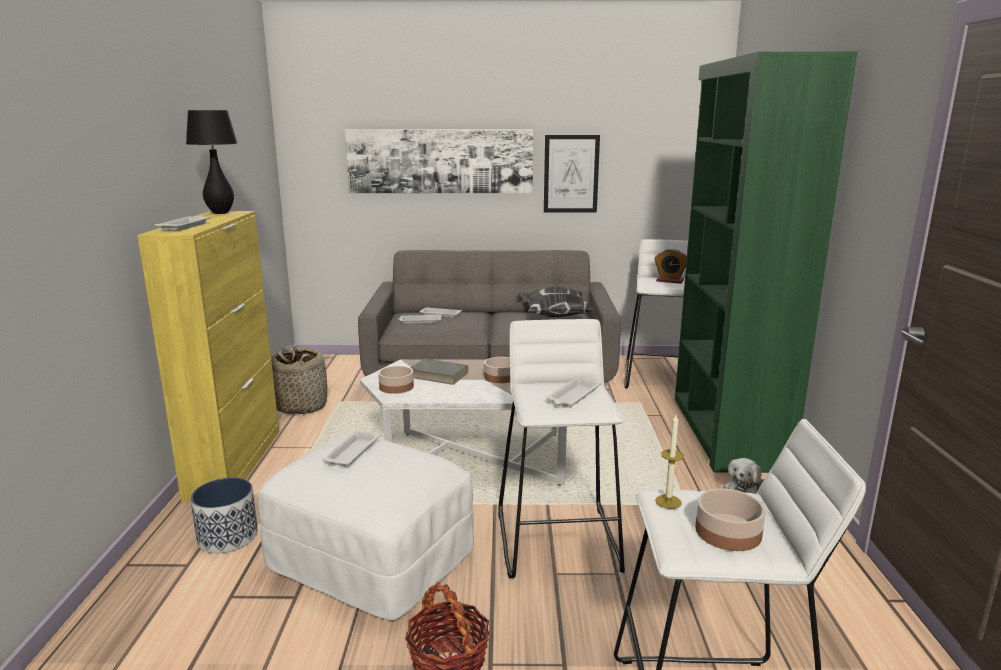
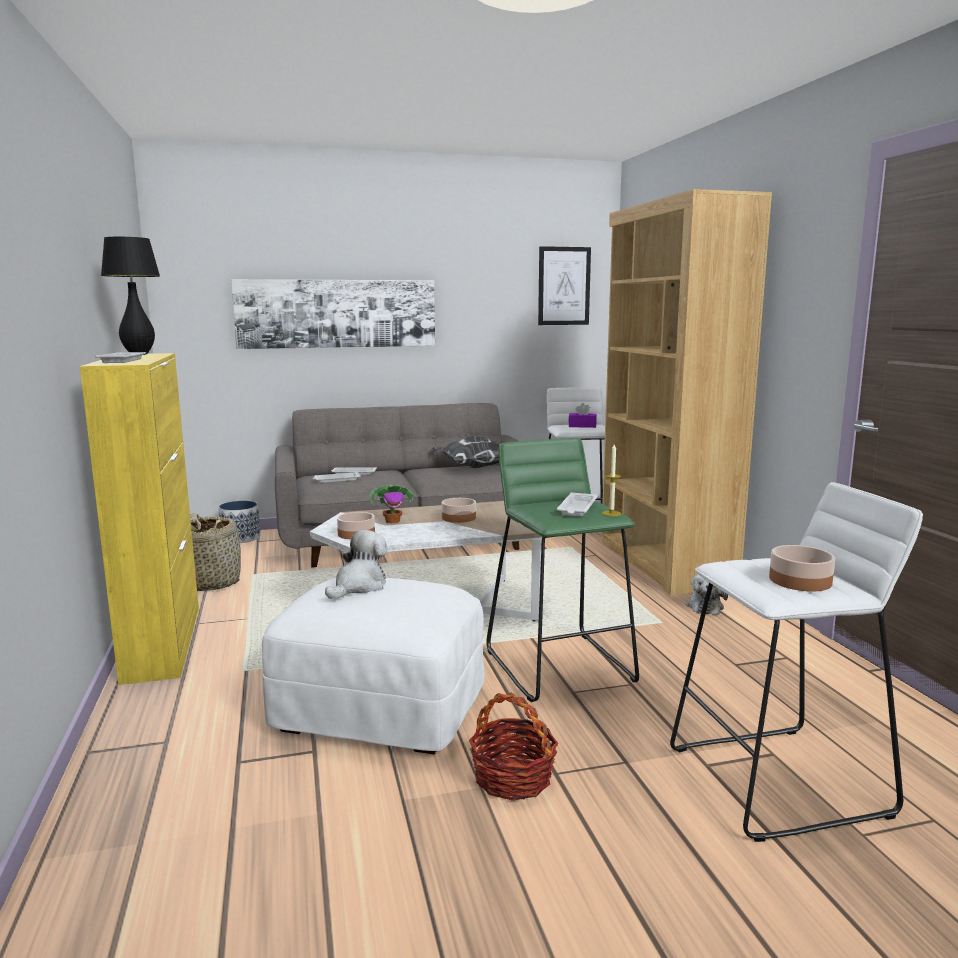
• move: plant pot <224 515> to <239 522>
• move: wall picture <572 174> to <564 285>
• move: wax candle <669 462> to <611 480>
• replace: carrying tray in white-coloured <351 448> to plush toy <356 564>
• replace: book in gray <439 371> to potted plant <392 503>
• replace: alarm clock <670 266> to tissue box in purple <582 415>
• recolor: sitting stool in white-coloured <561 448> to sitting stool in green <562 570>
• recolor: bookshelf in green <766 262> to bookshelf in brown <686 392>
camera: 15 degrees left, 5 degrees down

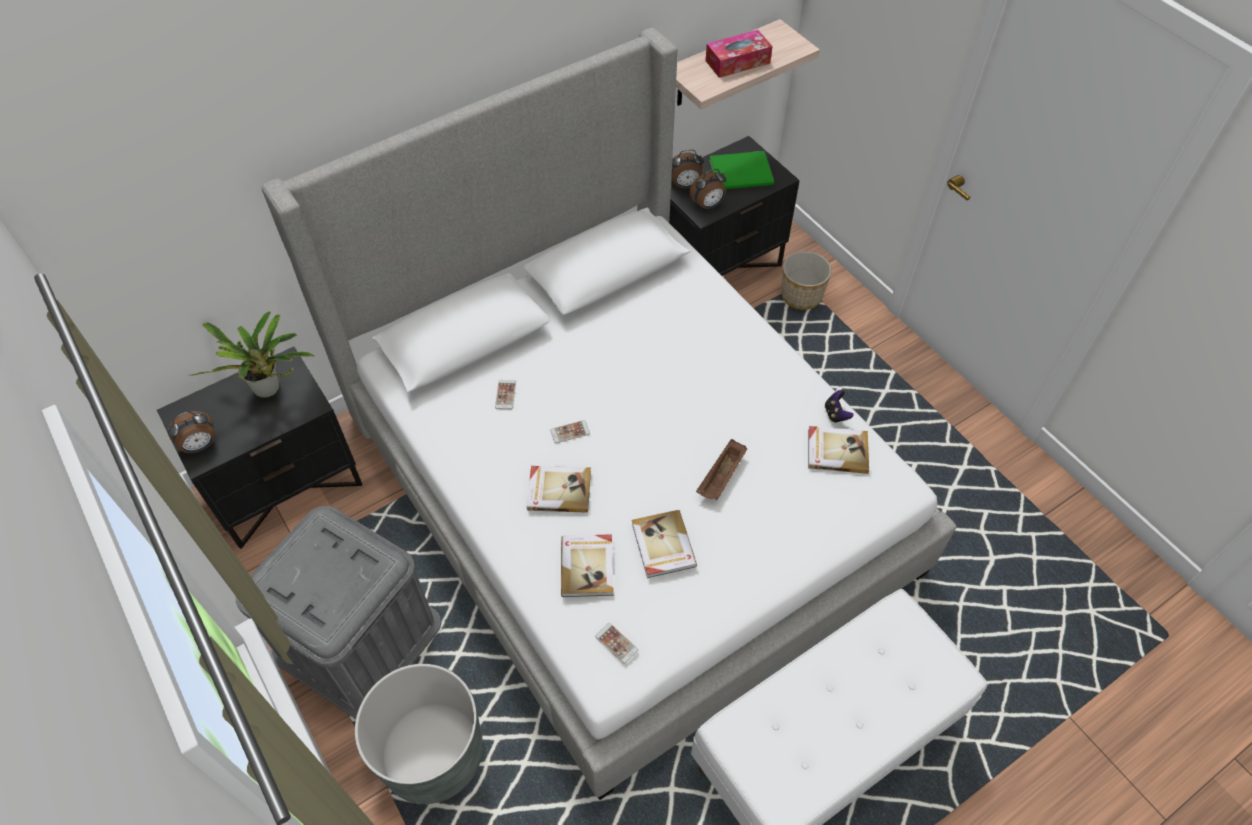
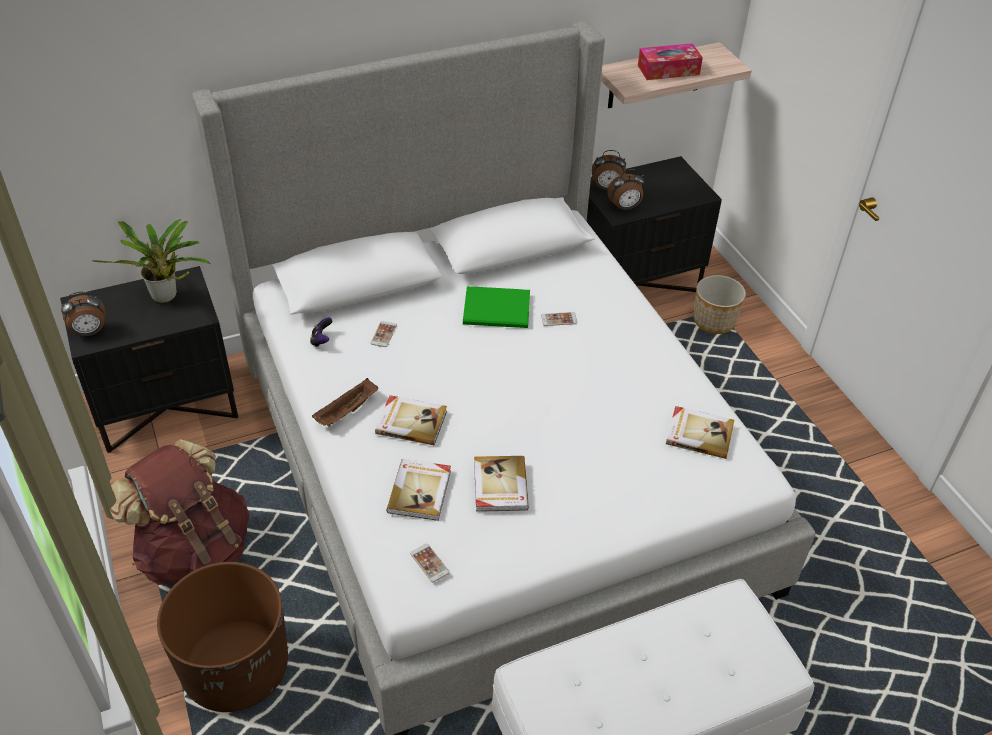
• move: telephone <570 431> to <559 319>
• move: carrying tray in brown <721 469> to <345 402>
• move: book in green <741 170> to <496 307>
• move: game controller <839 406> to <321 332>
• replace: storage container in gray <338 612> to rucksack in brown <179 512>
• recolor: plant pot in gray <419 734> to plant pot in brown <222 637>
camera: 10 degrees right, 10 degrees down

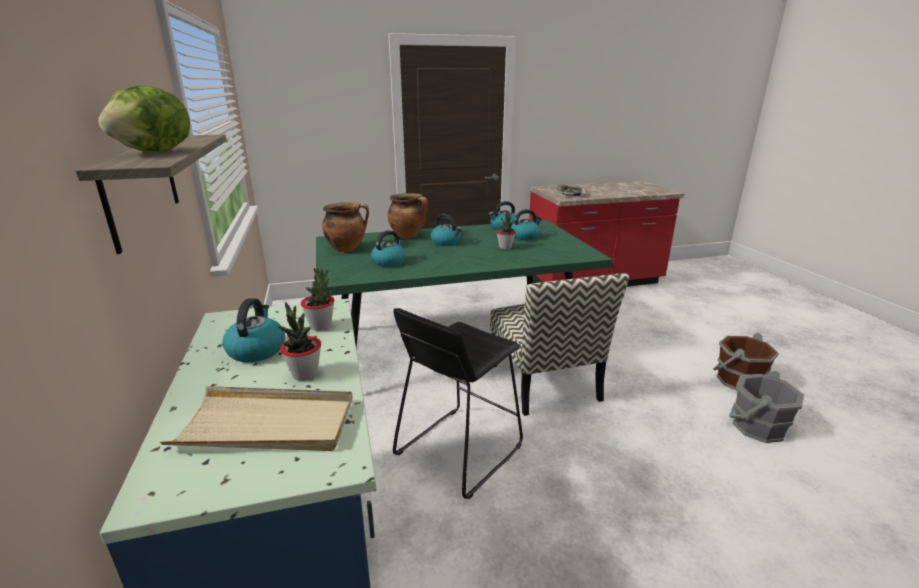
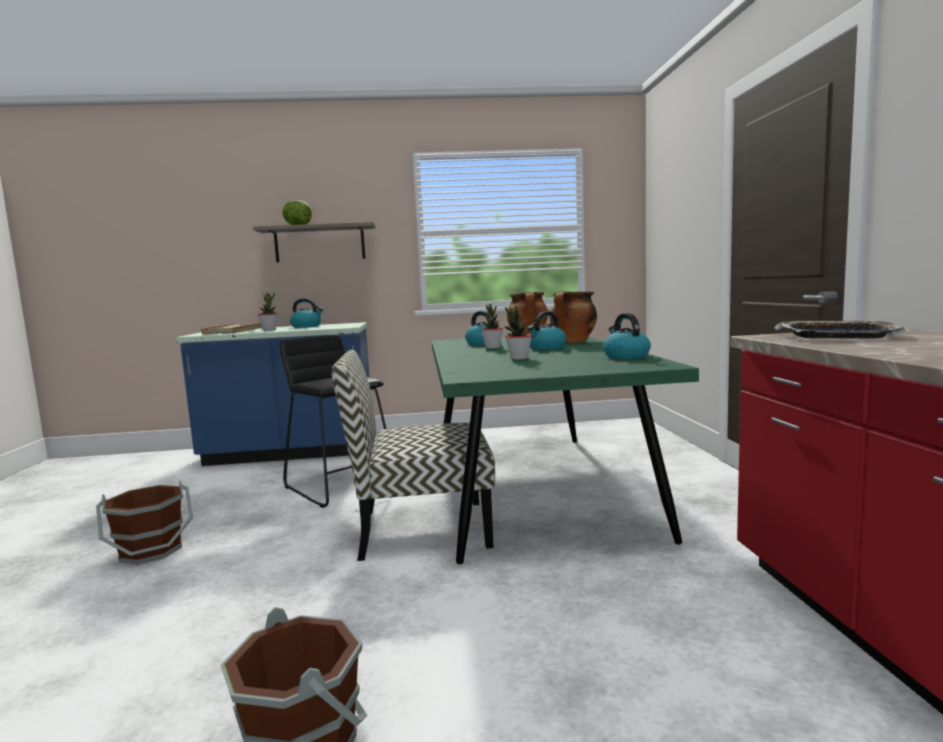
• delete: tea kettle <526 224>
• delete: pail in gray <767 406>
• insert: pail in brown <144 522>
• move: potted plant <318 299> to <492 326>
camera: 100 degrees right, 15 degrees down

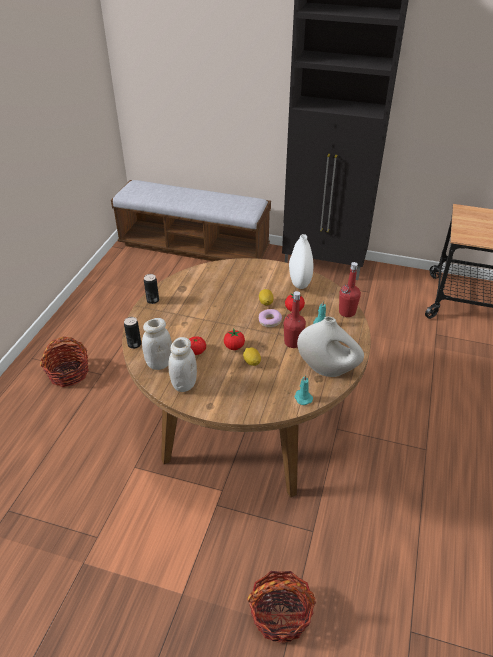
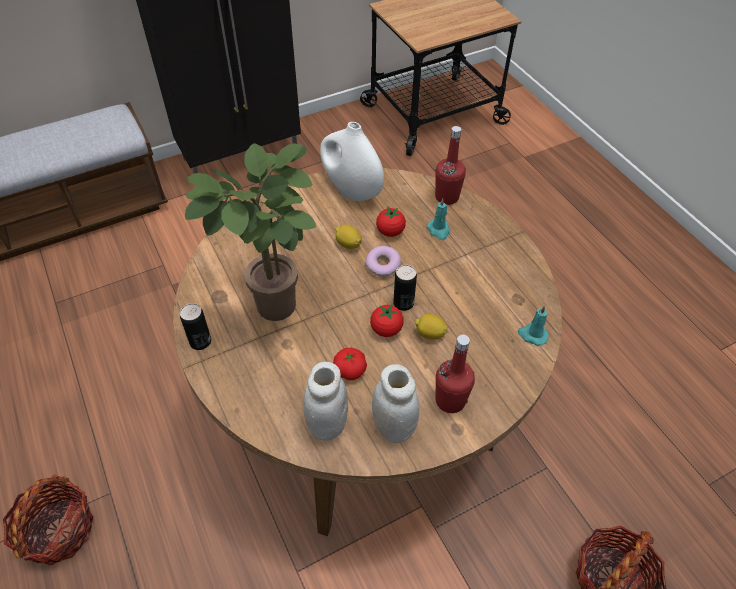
• delete: decorative vase in white-coloured <330 347>
• insert: potted plant <250 232>
• move: sealed can <132 333> to <405 288>
• move: drink bottle in reddish <294 319> to <455 374>
camera: 45 degrees left, 10 degrees up

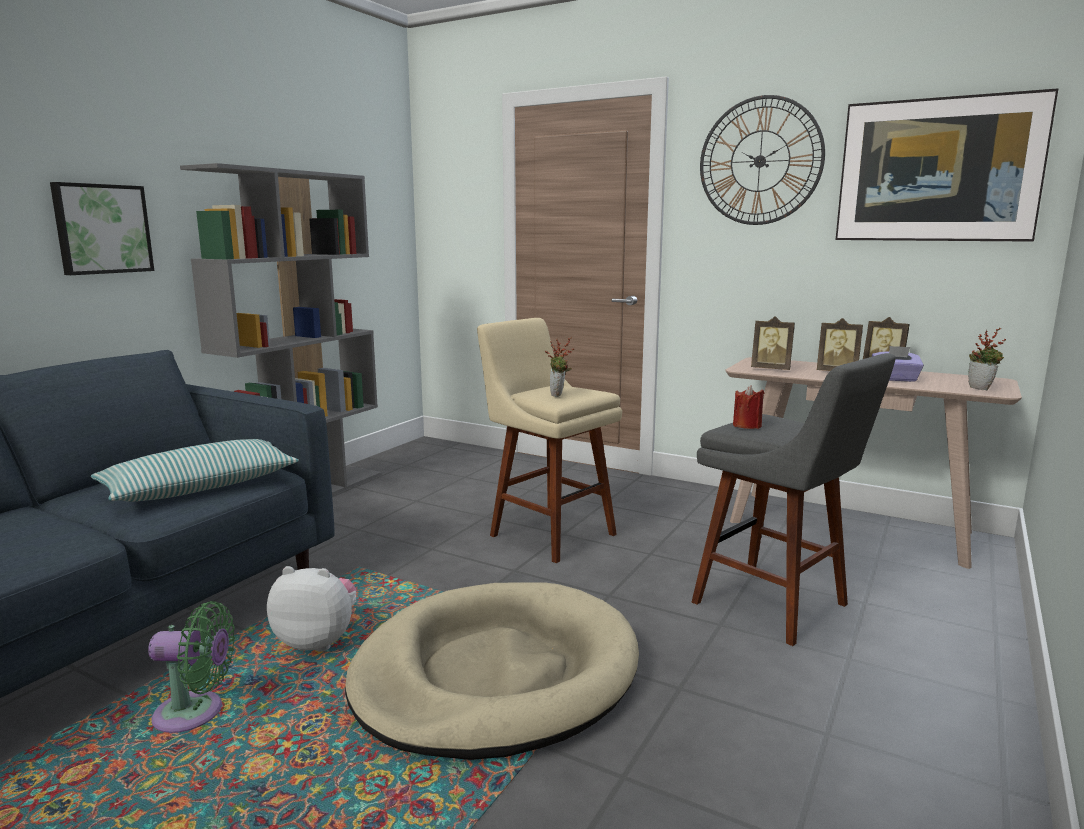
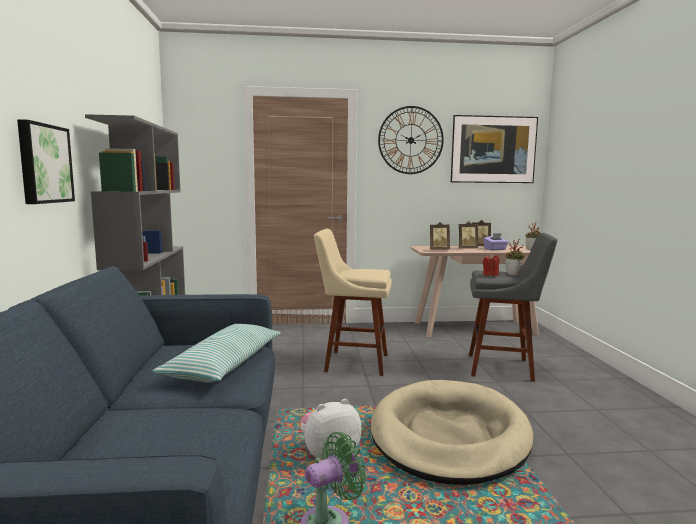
• move: potted plant <559 367> to <515 257>
camera: 35 degrees left, 5 degrees down

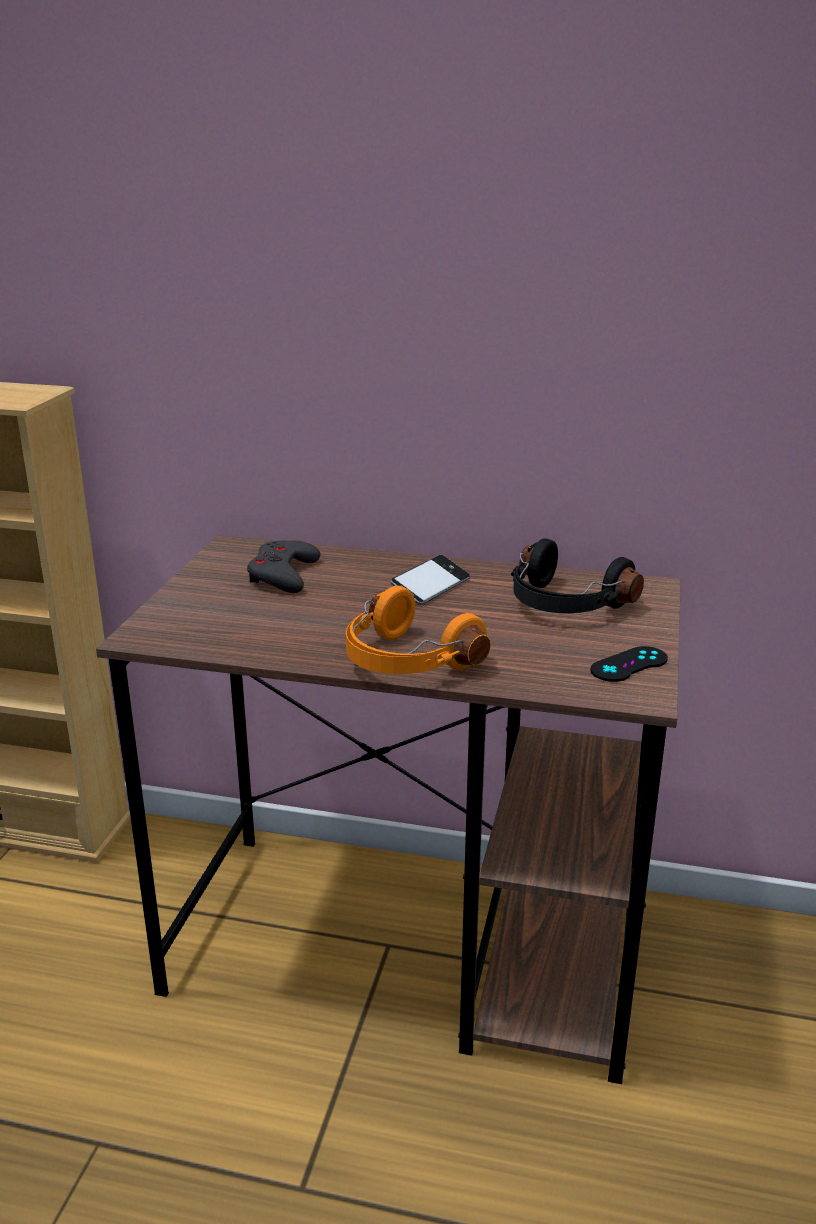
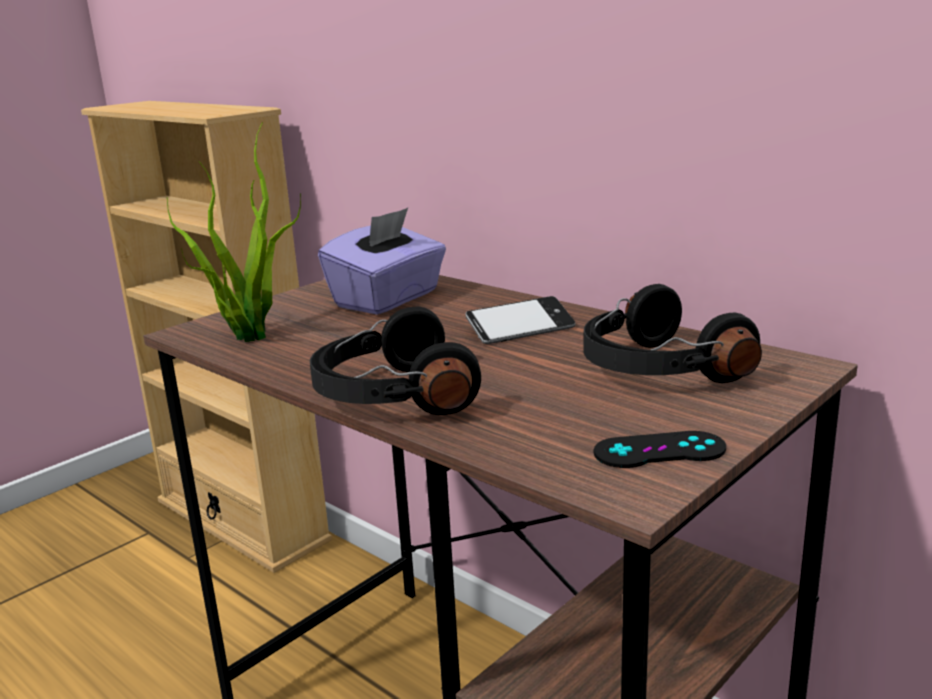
• insert: potted plant <234 232>
• replace: game controller in gray <284 566> to tissue box in purple <382 261>
• recolor: headset in orangey <418 630> to headset in black <395 361>
camera: 30 degrees right, 5 degrees down

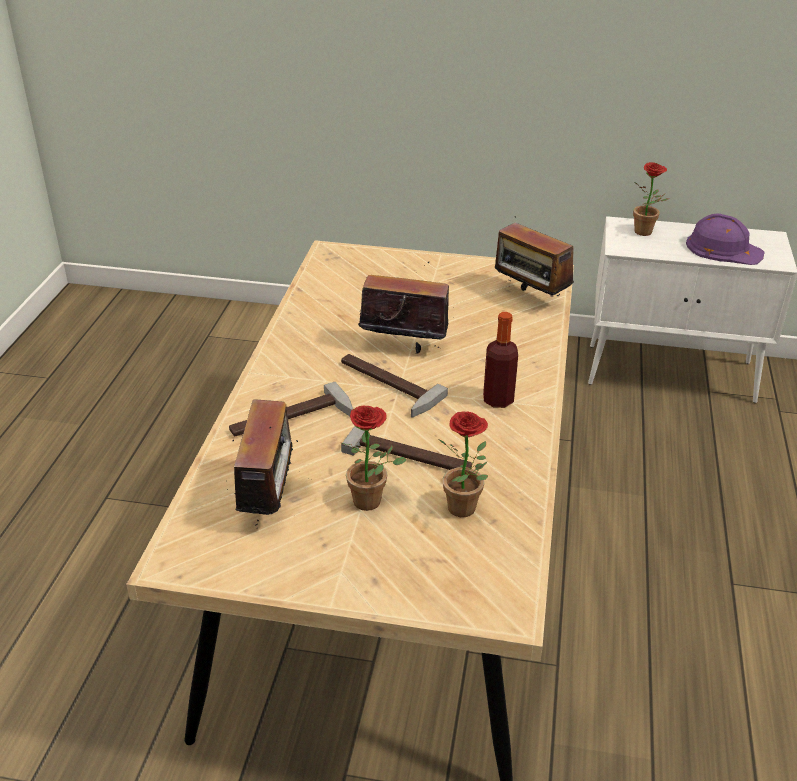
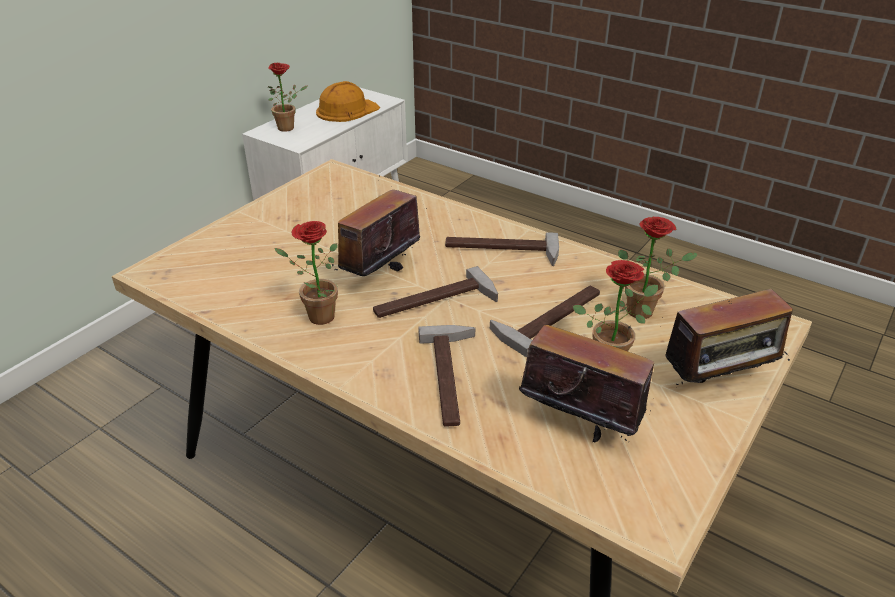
• insert: potted plant <306 273>
• move: radio receiver <534 261> to <729 338>
• replace: drink bottle <500 360> to hand hammer <502 249>
• recolor: work helmet in purple <725 239> to work helmet in orangey <348 101>
camera: 65 degrees left, 0 degrees up

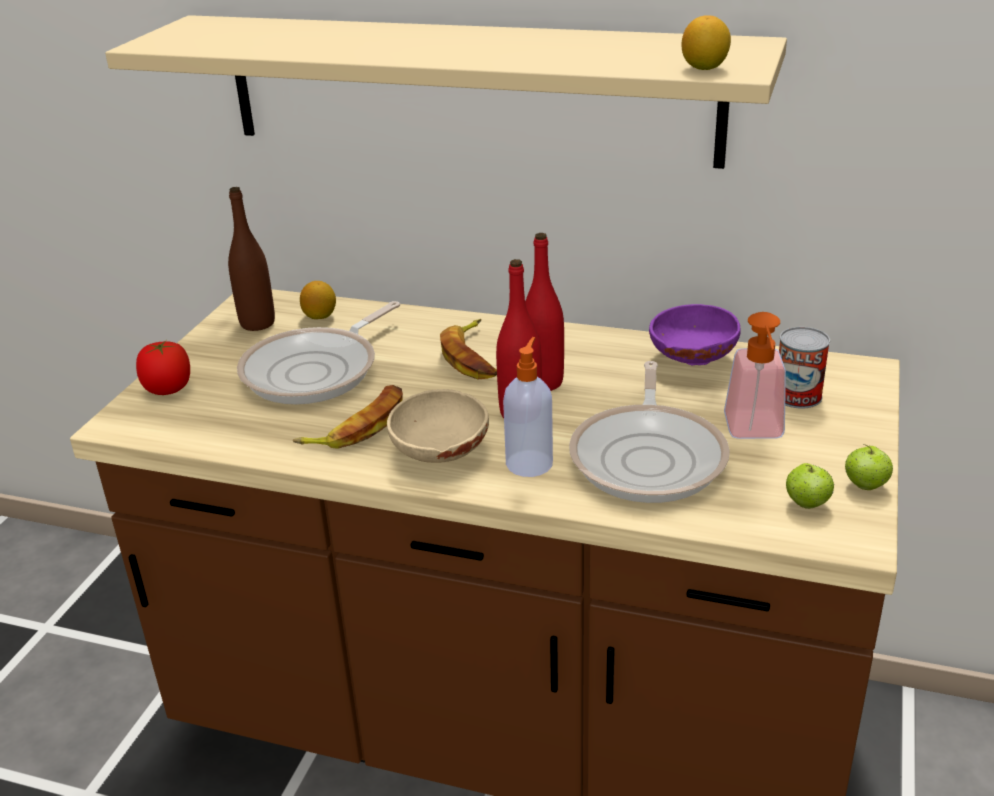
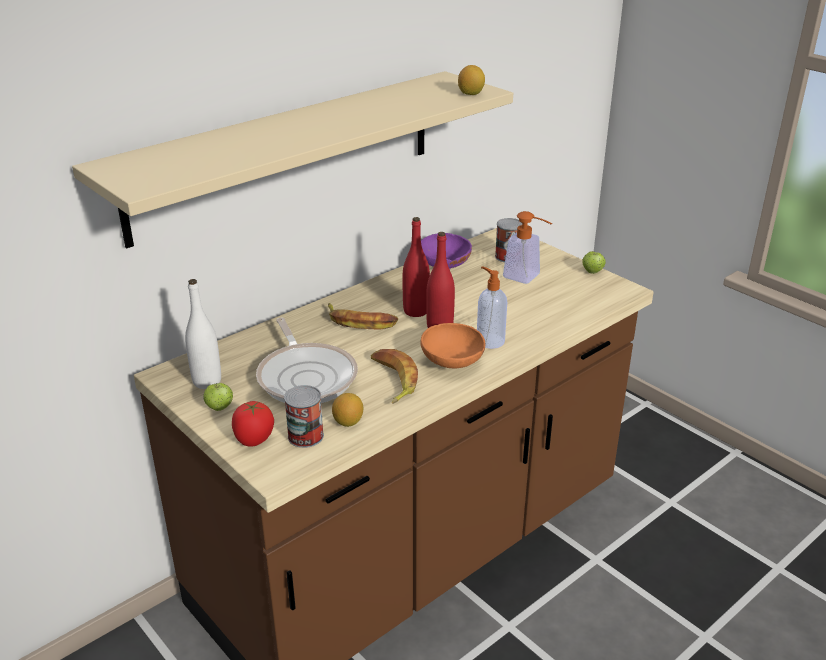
• delete: pan <649 432>
• insert: sealed can <304 416>
• move: lemon <318 300> to <347 410>
• move: apple fruit <810 486> to <218 397>
• recolor: drink bottle in brown <251 259> to drink bottle in white-coloured <203 334>
• recolor: serving bowl in beige-coloured <438 426> to serving bowl in orangey <452 345>
camera: 60 degrees left, 0 degrees up

